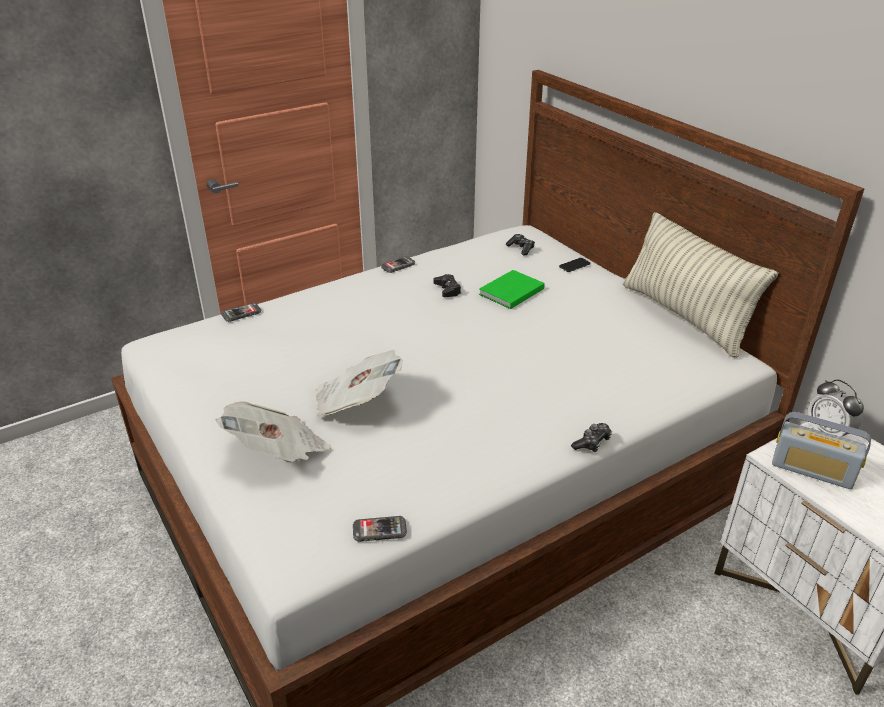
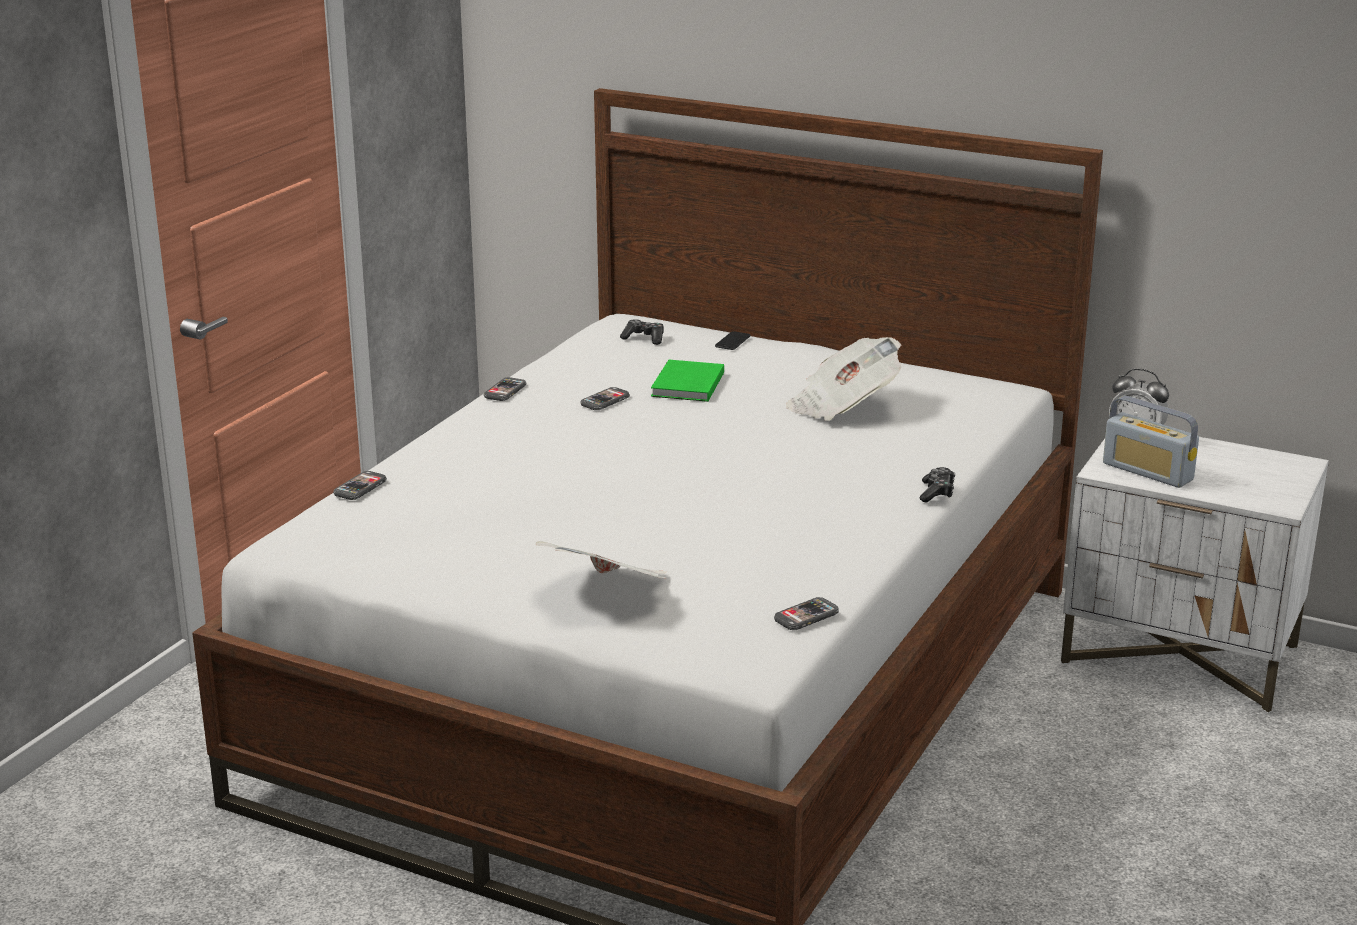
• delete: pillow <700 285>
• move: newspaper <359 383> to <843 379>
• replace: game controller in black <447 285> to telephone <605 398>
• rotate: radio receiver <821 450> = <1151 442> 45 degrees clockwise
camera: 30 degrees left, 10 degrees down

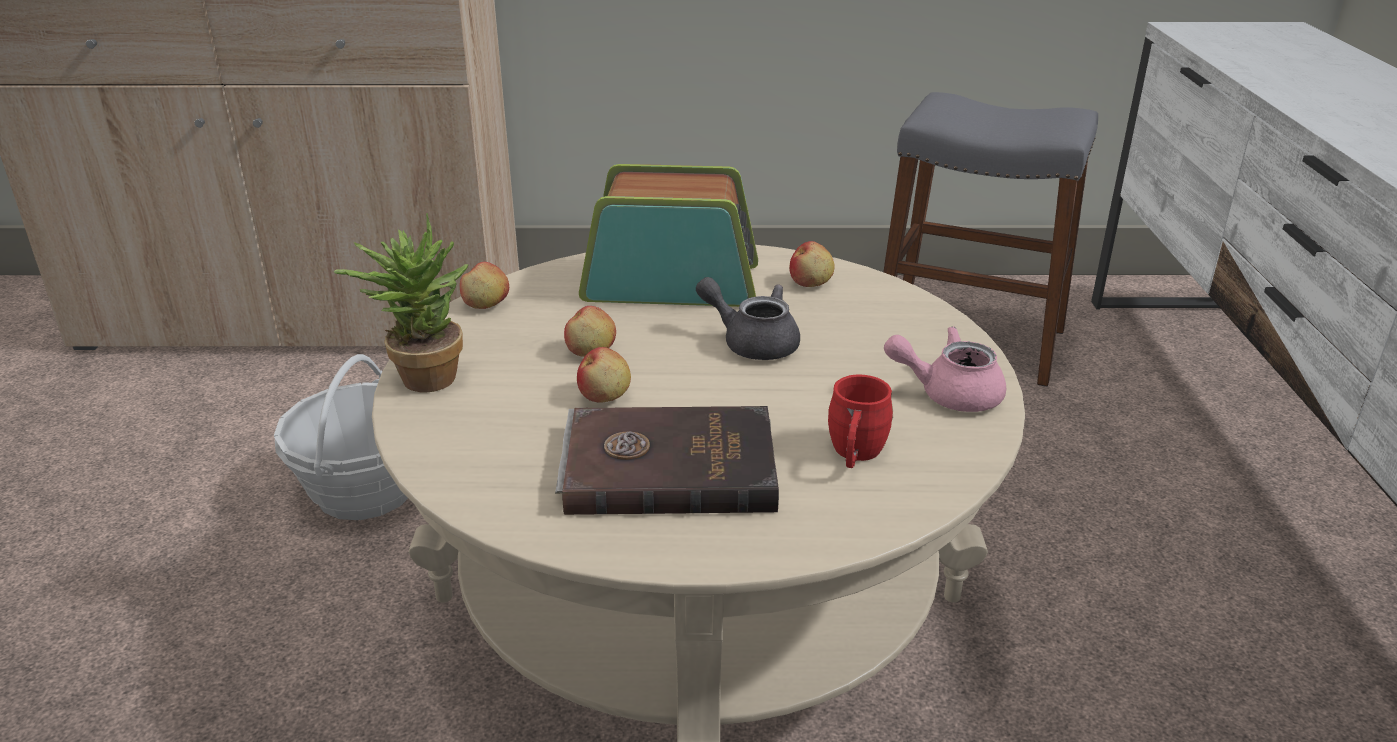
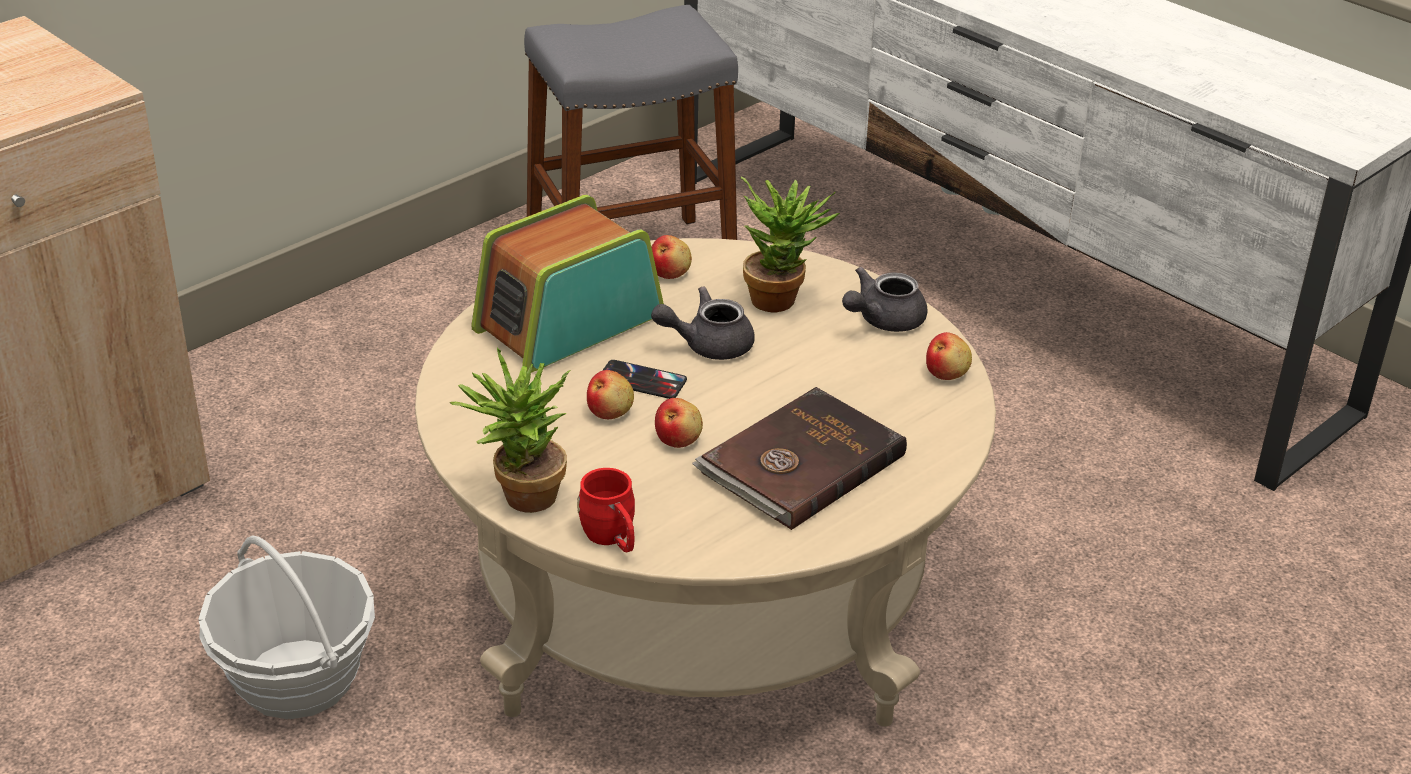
• insert: telephone <644 379>
• insert: potted plant <790 244>
• move: apple fruit <484 285> to <949 356>
• move: tea mug in reddish <860 421> to <606 510>
• recolor: teapot in pink-coloured <945 369> to teapot in gray <884 299>
camera: 45 degrees left, 5 degrees up

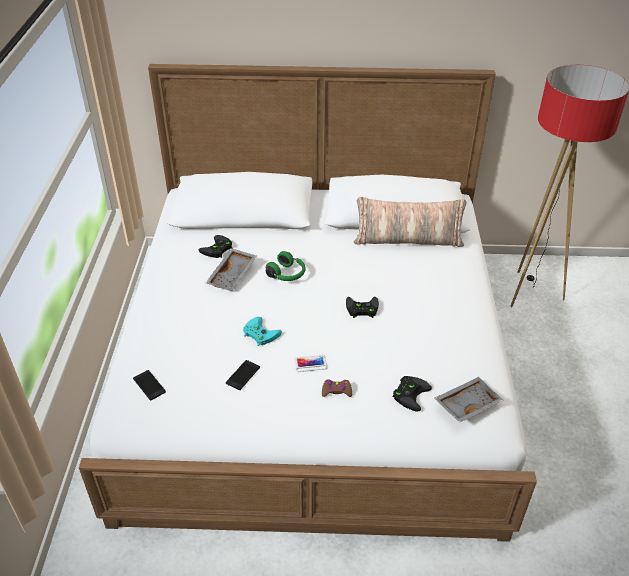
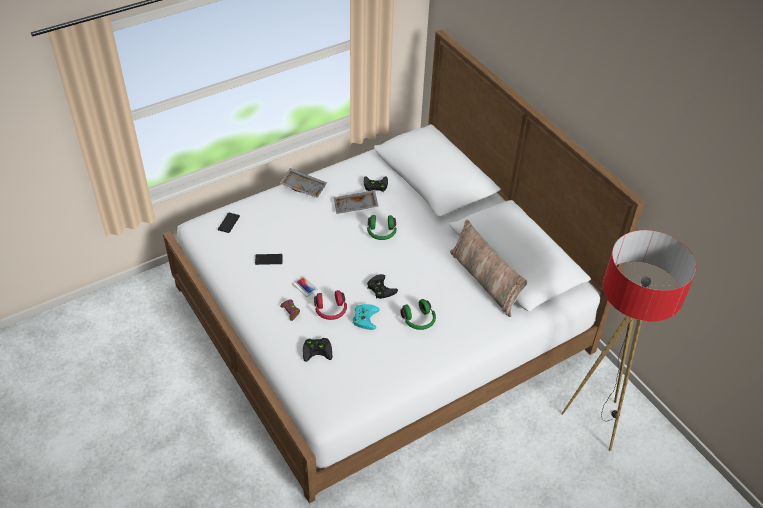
• insert: headset in reddish <330 305>
• insert: headset in green <418 314>
• move: game controller in turquoise-coloured <262 331> to <365 317>
• move: carrying tray in gray <469 400> to <303 183>
camera: 55 degrees right, 5 degrees up

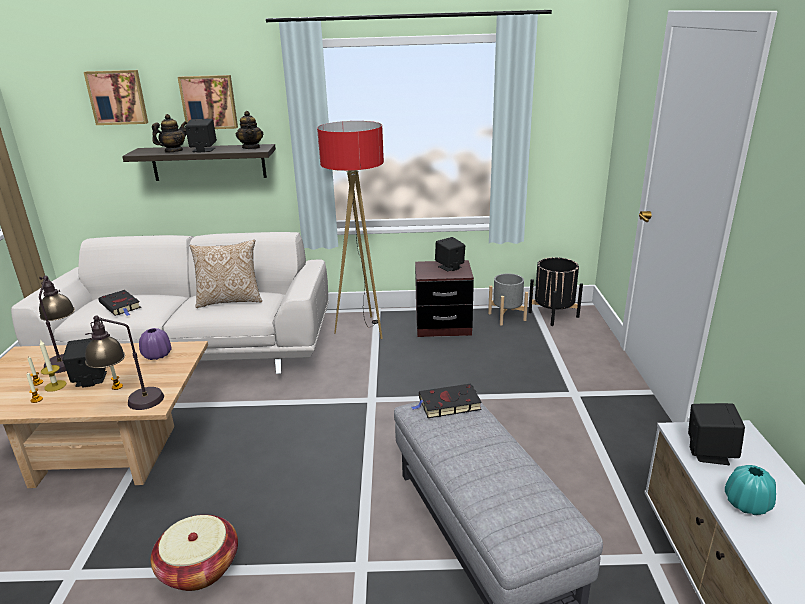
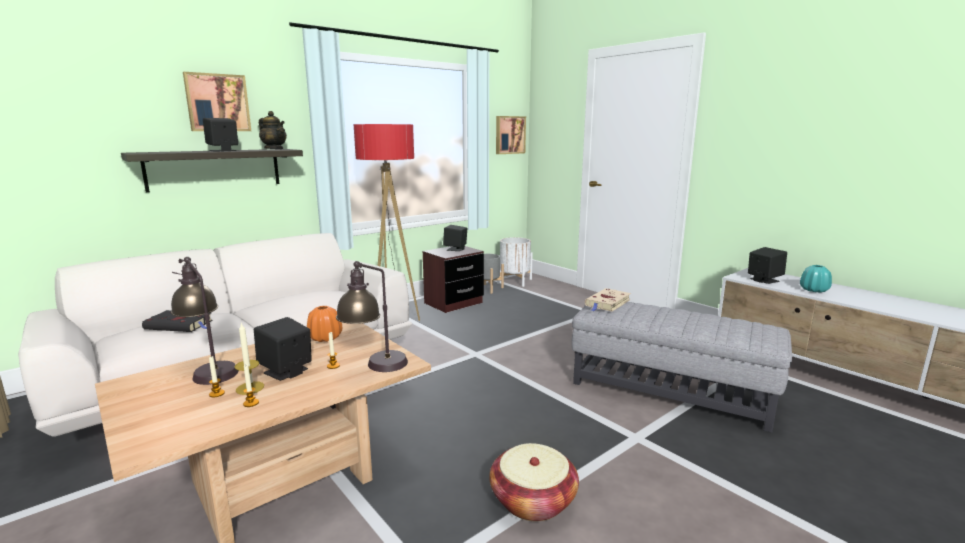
• delete: teapot <169 133>
• delete: pillow <226 274>
• move: wall picture <116 97> to <511 135>
• recolor: decorative vase in purple <155 344> to decorative vase in orangey <324 324>
• recolor: book in black <447 401> to book in beige-coloured <608 300>
• recolor: plant pot in black <555 291> to plant pot in white-coloured <515 262>
camera: 40 degrees left, 10 degrees down

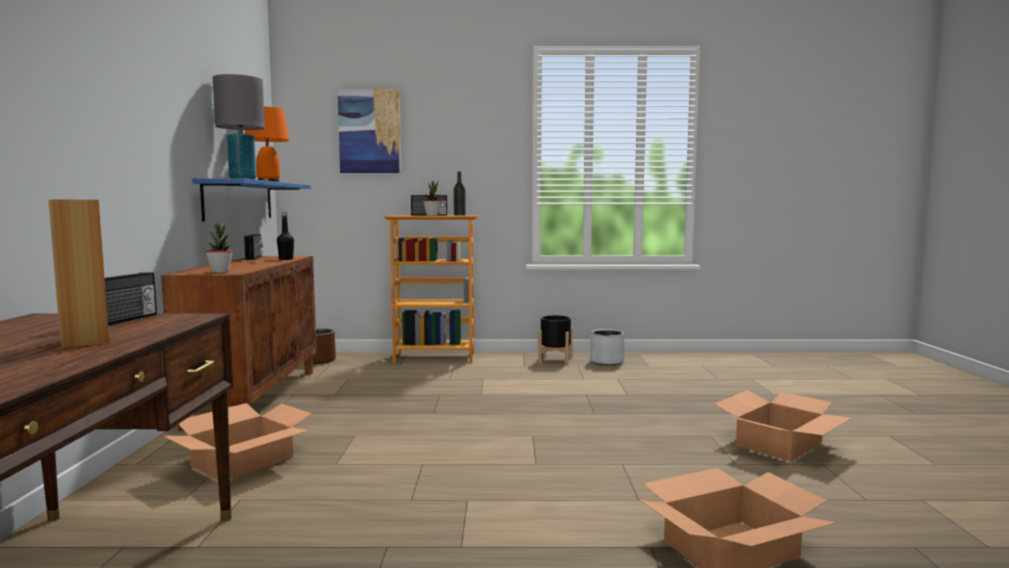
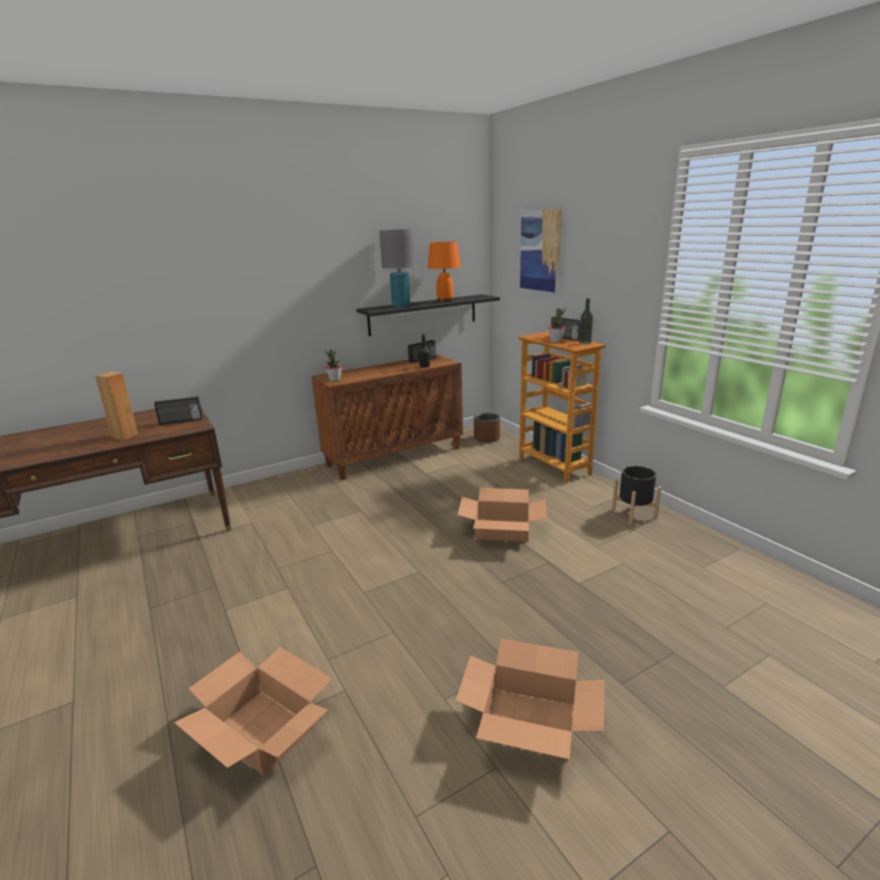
• delete: plant pot in gray <607 347>
• move: cardboard box <237 441> to <502 515>
• recolor: bracket shelf in blue <251 199> to bracket shelf in black <428 315>
camera: 60 degrees right, 15 degrees up

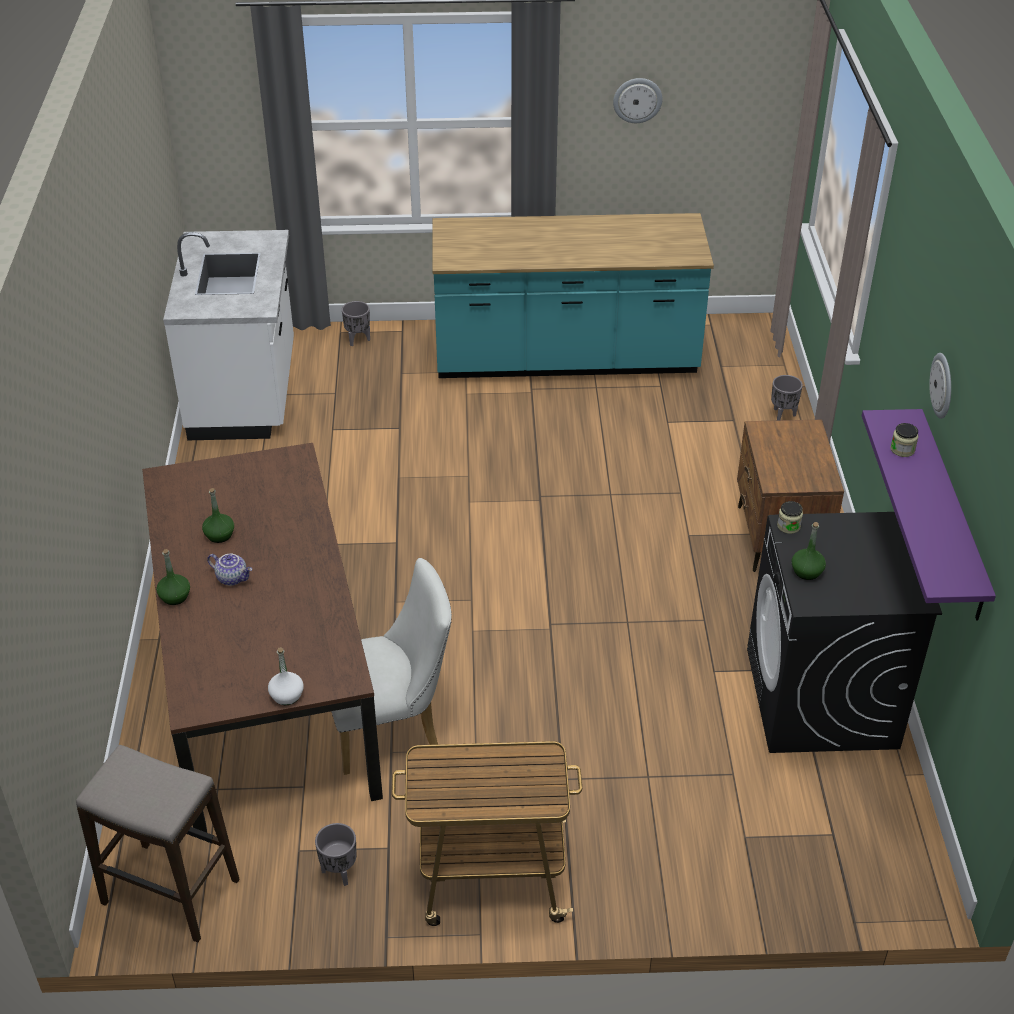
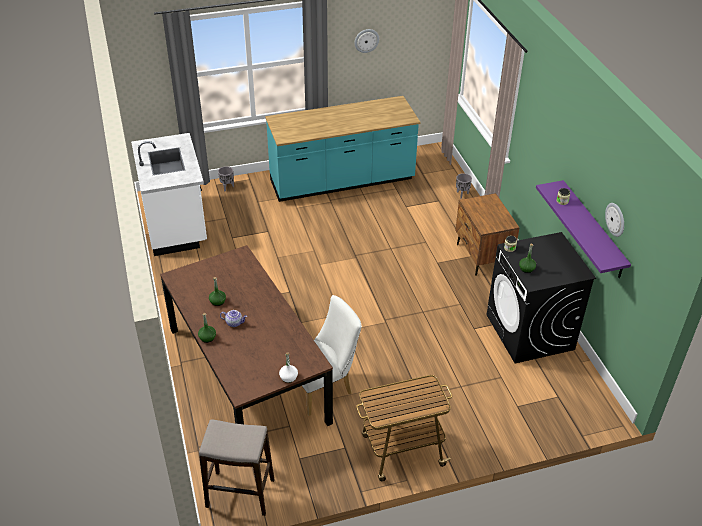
• delete: plant pot in gray <336 854>
• move: hanging clock <940 386> to <614 220>
camera: 15 degrees left, 0 degrees up

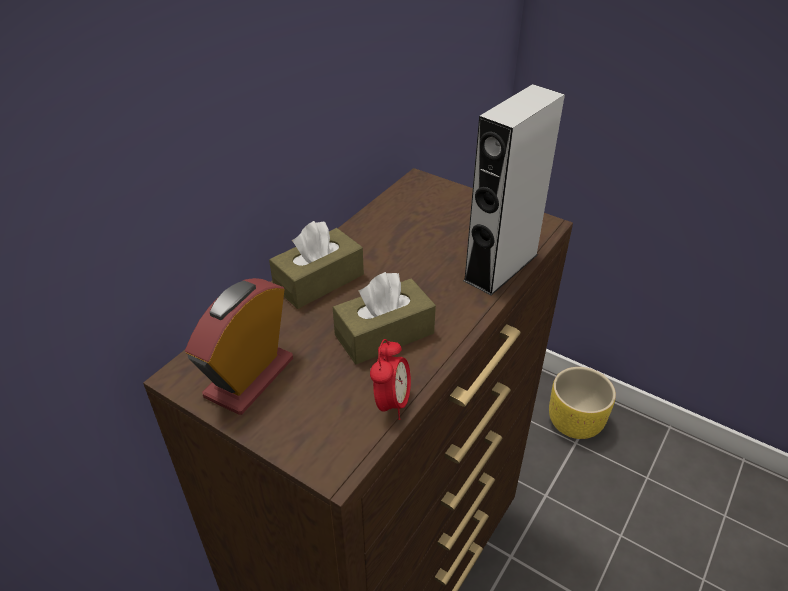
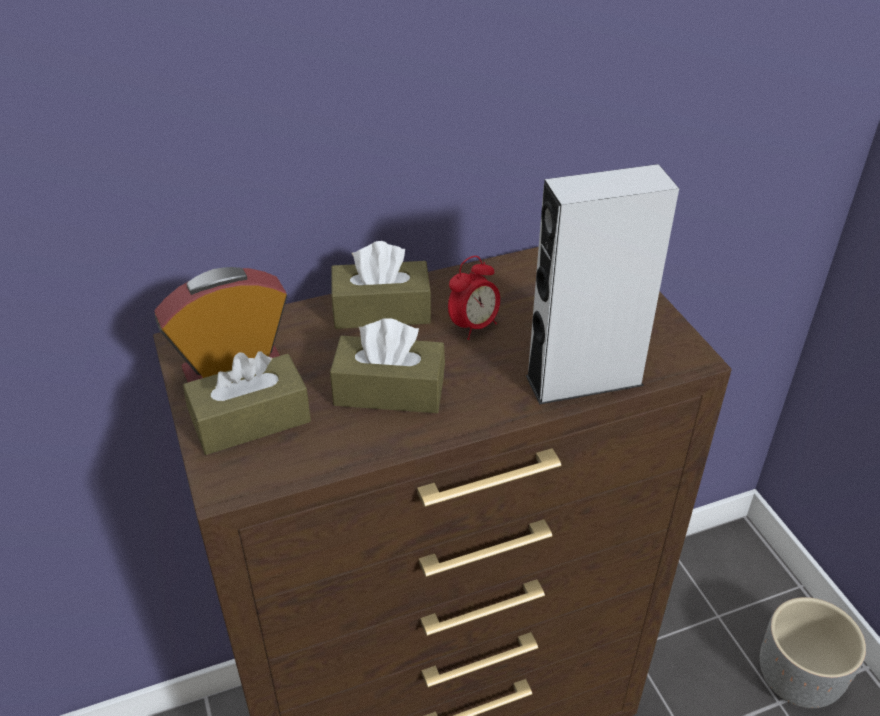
• insert: tissue box in brown <247 403>
• move: alarm clock <390 379> to <474 298>
• recolor: plant pot in yellow-coloured <582 403> to plant pot in gray <813 652>
camera: 35 degrees right, 0 degrees up

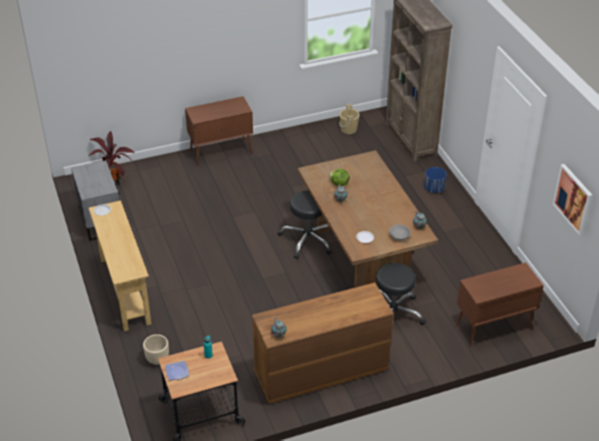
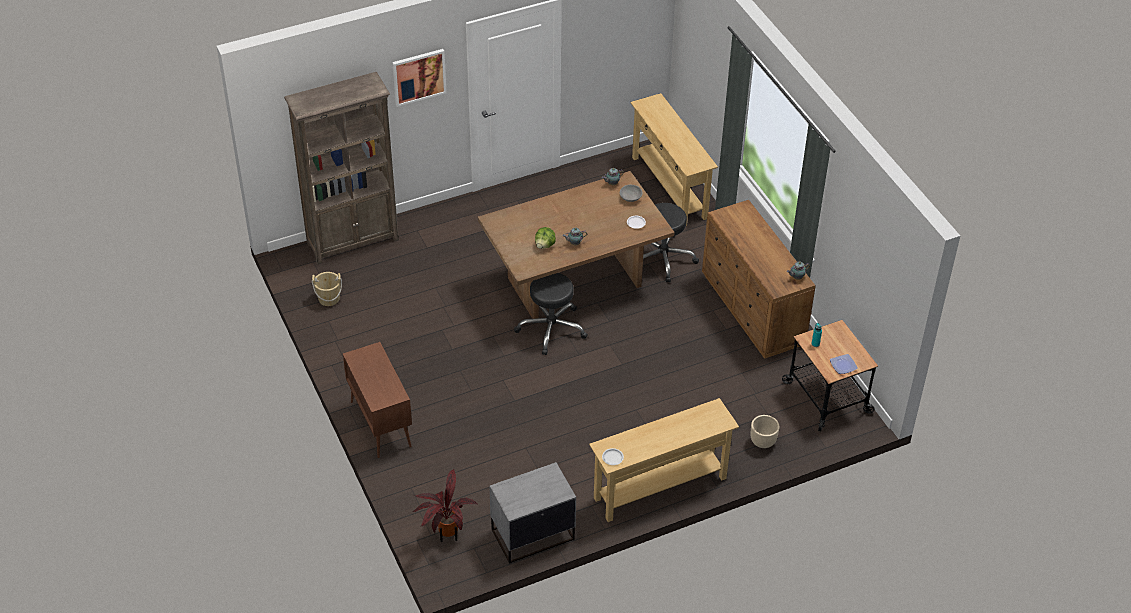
• delete: plant pot in blue <435 180>
• move: wall picture <572 200> to <419 78>
• replace: storage cabinet in brown <500 305> to narrow table in beige-coloured <674 159>
camera: 95 degrees left, 5 degrees up

